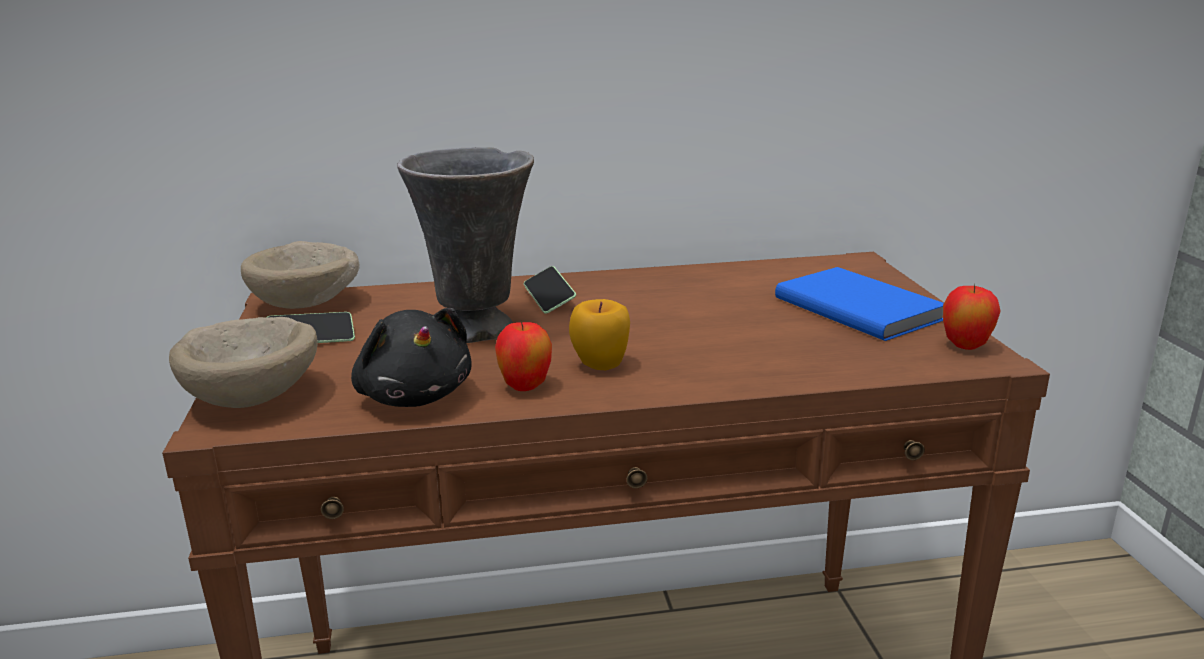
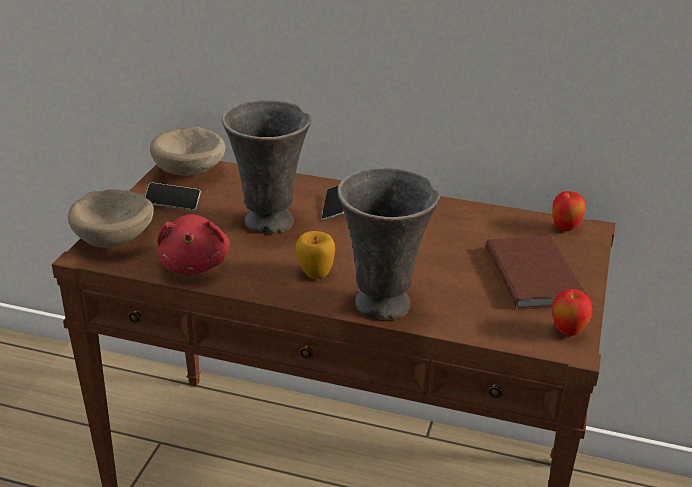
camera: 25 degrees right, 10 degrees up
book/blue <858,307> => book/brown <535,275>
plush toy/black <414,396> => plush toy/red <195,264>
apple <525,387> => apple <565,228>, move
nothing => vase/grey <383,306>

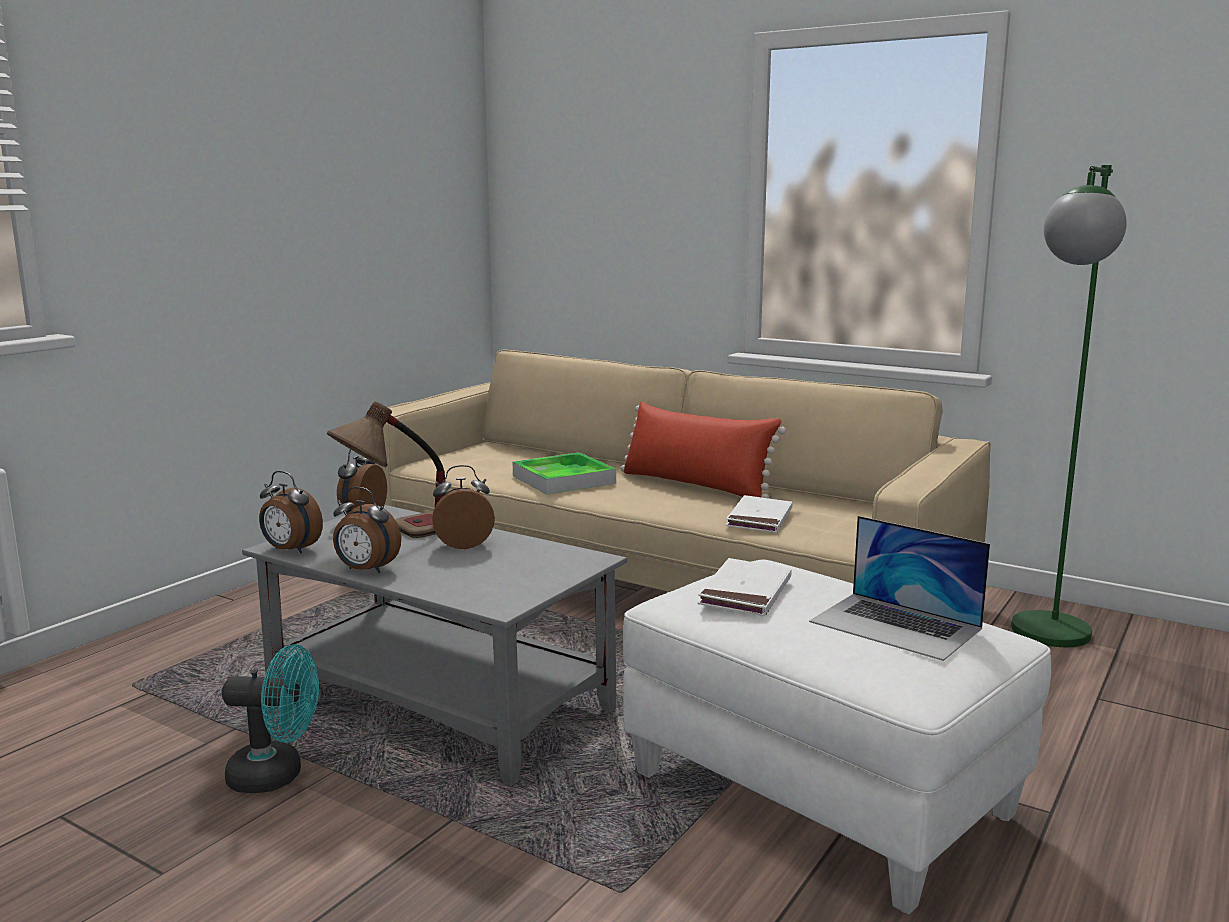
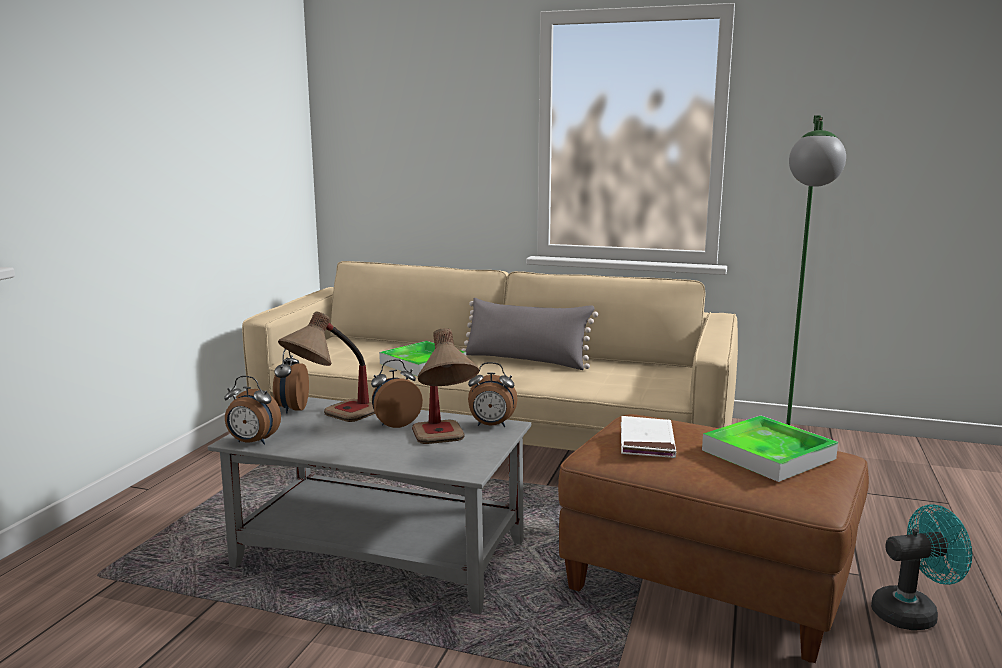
camera: 15 degrees left, 0 degrees up
pillow/red <695,485> => pillow/grey <526,360>
alarm clock <366,570> => alarm clock <491,425>, move
book/white <759,518> => nothing
laptop <895,625> => tray <768,454>
ottoman/white <823,796> => ottoman/brown <708,586>
fan/turquoise <277,775> => fan/turquoise <912,613>, move
nothing => table lamp <444,445>

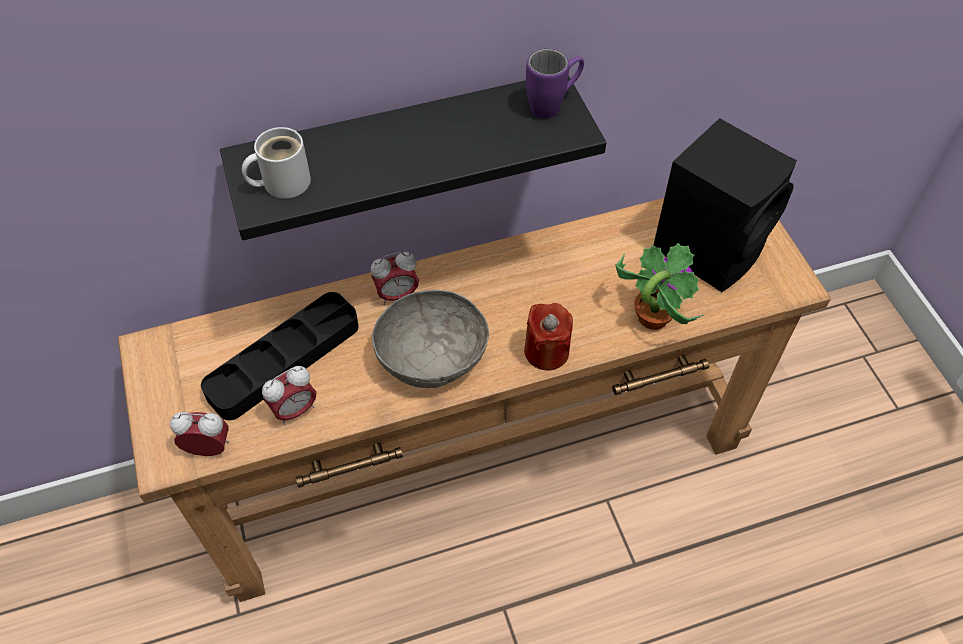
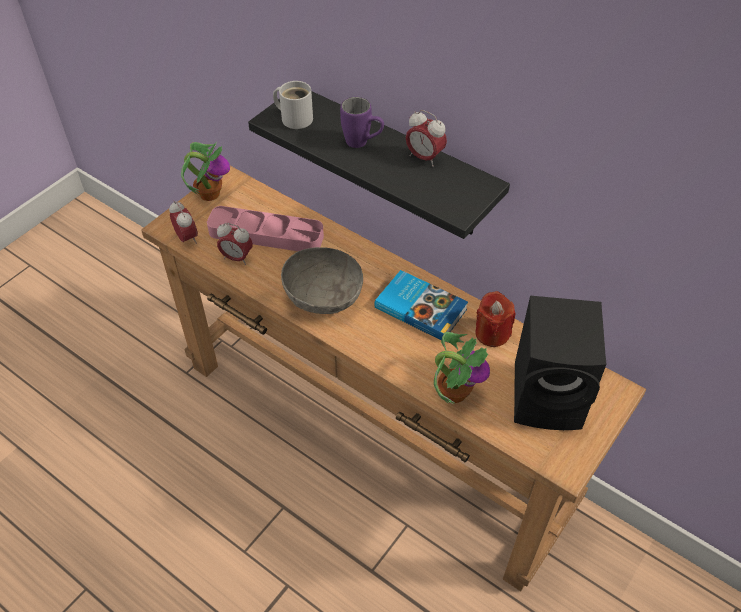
camera: 55 degrees right, 5 degrees down
mug/purple <553,105> => mug/purple <363,143>, move
alarm clock <397,295> => alarm clock <424,158>, move
tray/black <284,360> => tray/pink <266,234>
candle/red <546,351> => candle/red <492,333>, move
nothing => potted plant <209,193>
nothing => book <421,307>

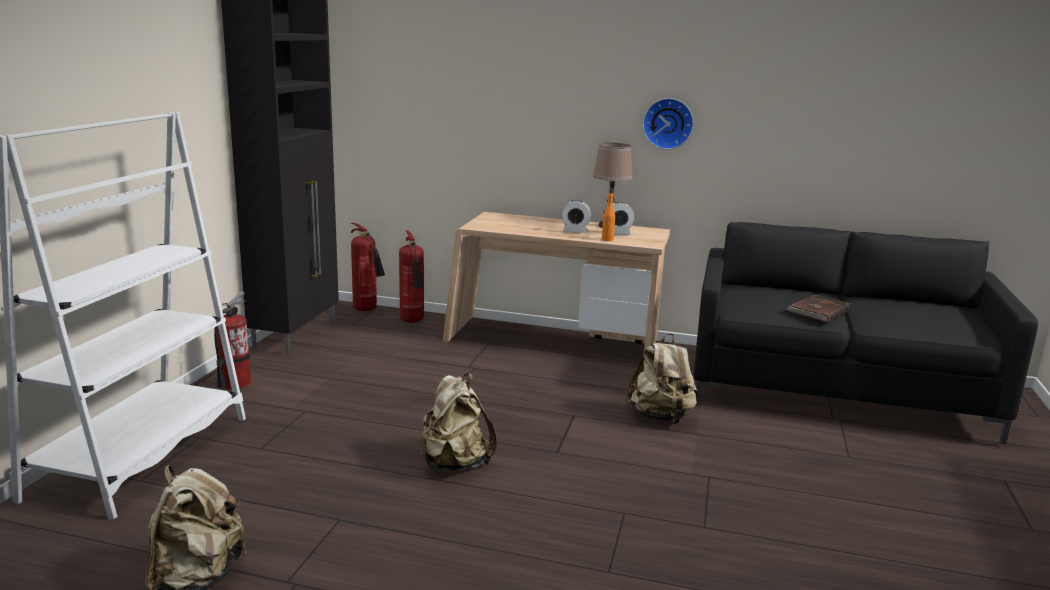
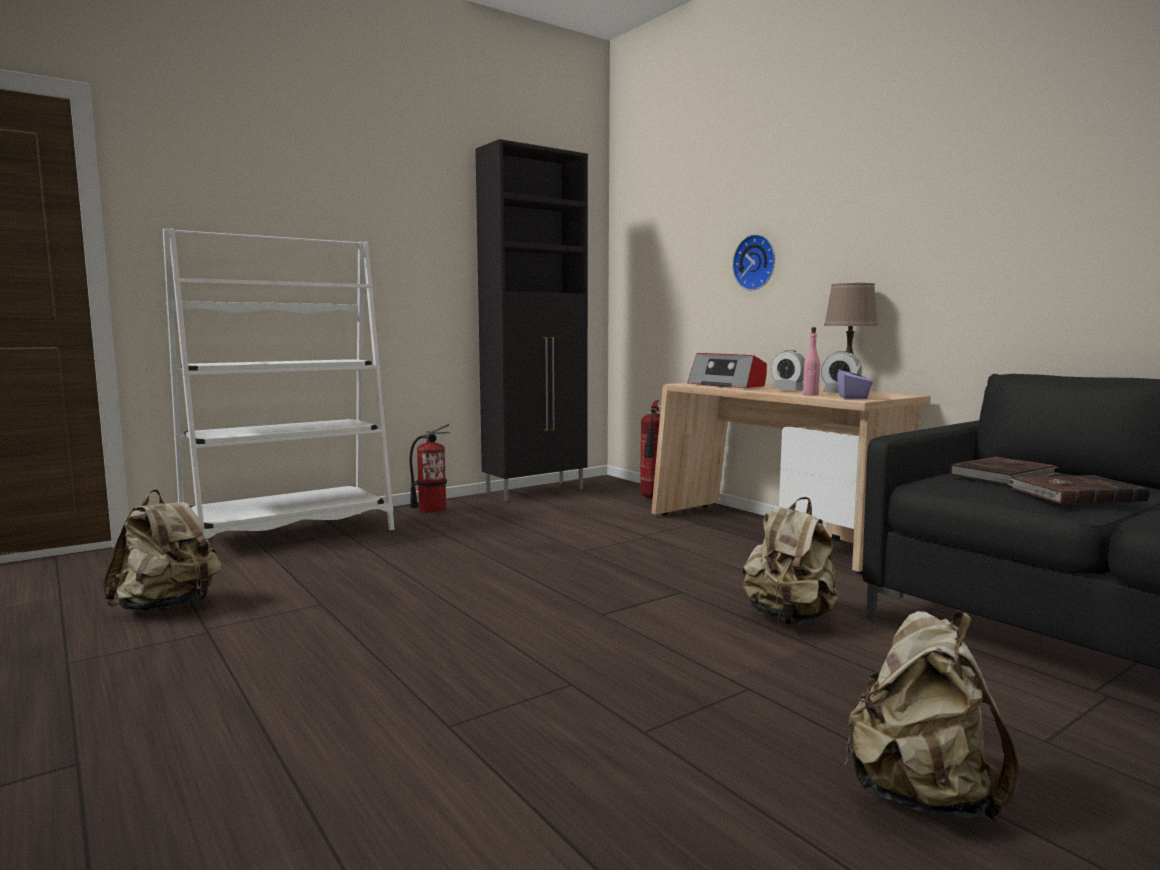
camera: 40 degrees right, 10 degrees down
wall clock <668,123> => wall clock <756,262>, move
bottle/orange <607,240> => bottle/pink <810,394>
fire extinguisher <367,310> => nothing
backpack/beige <454,463> => backpack/beige <920,795>, move
nothing => radio <727,385>
nothing => tissue box/purple <853,397>
nothing => book/brown <1004,475>

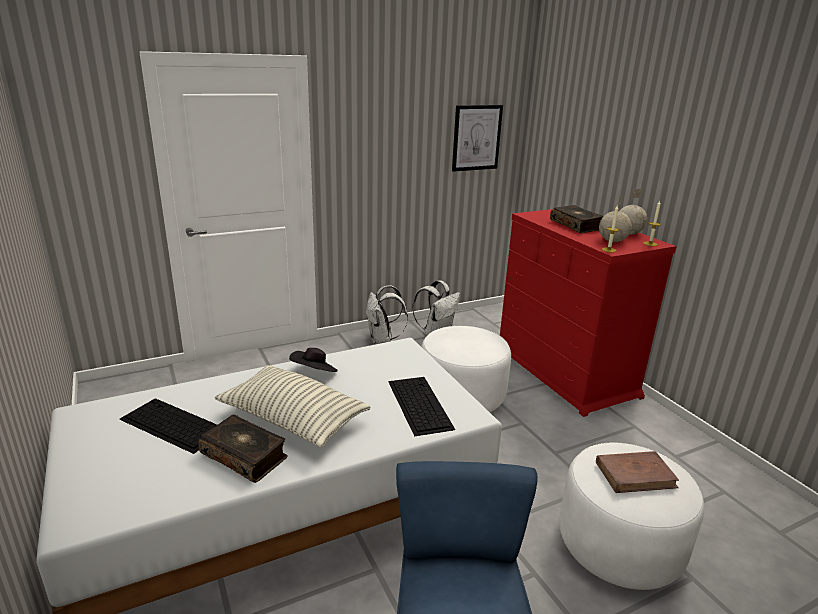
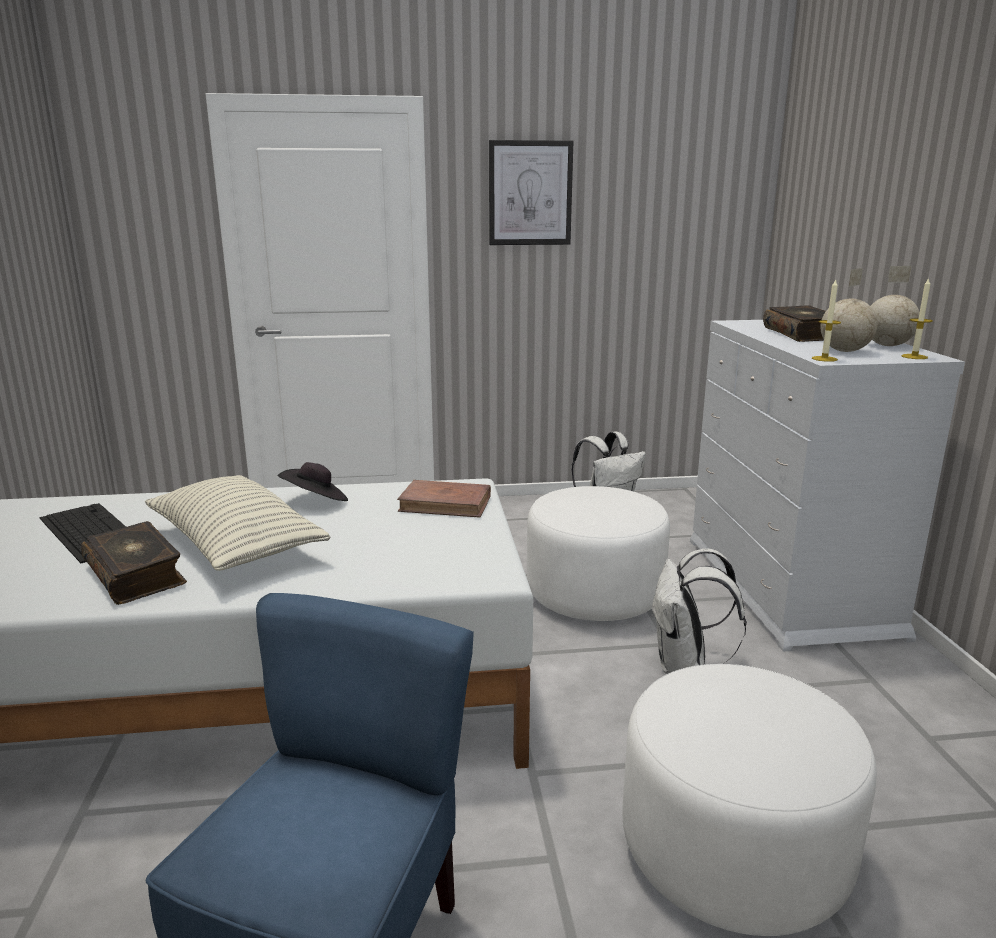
camera: 20 degrees right, 5 degrees down
picture <476,138> => picture <530,193>, move
dresser/red <565,372> => dresser/white <788,585>
backpack/white <382,340> => backpack/white <684,665>, move
keyboard <418,404> => nothing
book/brown <635,475> => book/brown <446,504>, move

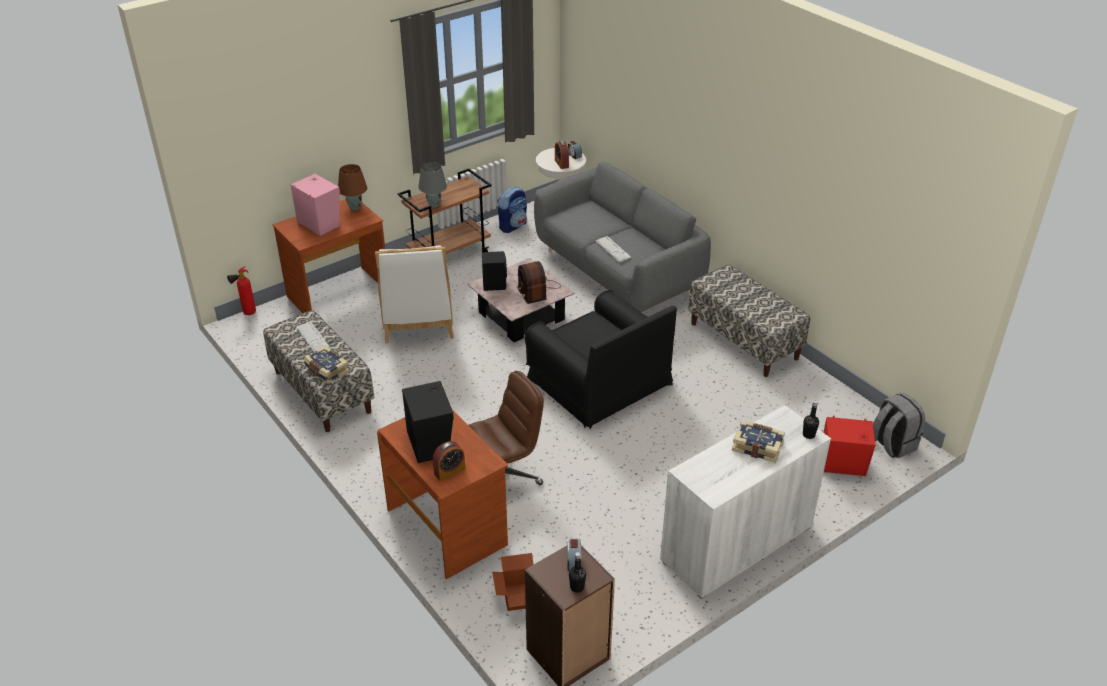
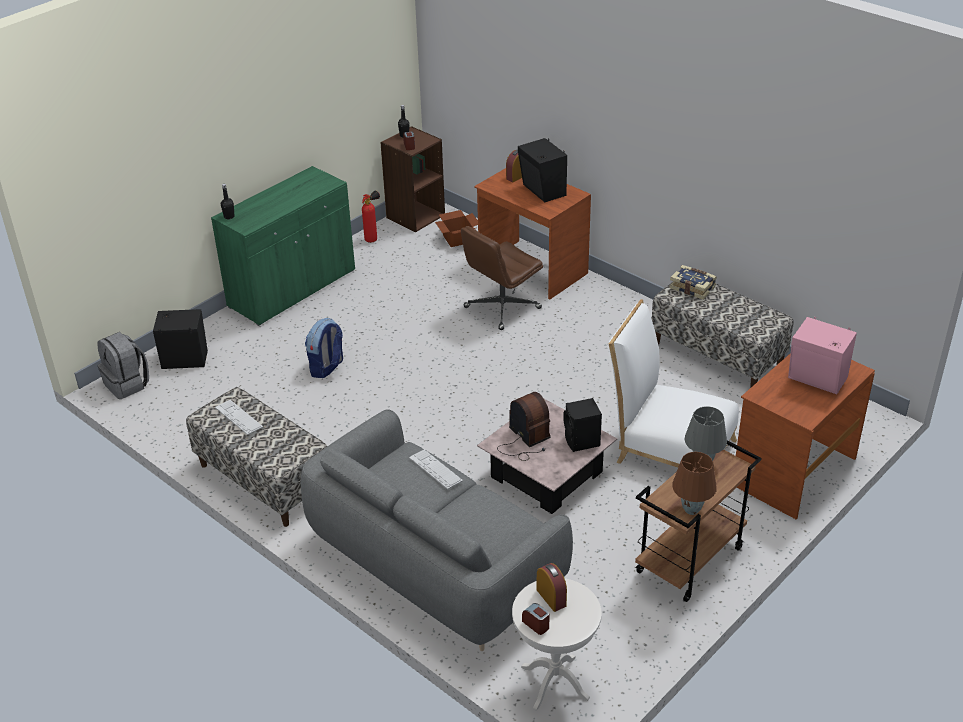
camera: 170 degrees right, 0 degrees up
table lamp/brown <354,207> => table lamp/brown <692,510>, move
backpack <513,226> => backpack <327,368>, move
chair/white <418,321> => chair/white <669,448>, 45 degrees counterclockwise
fire extinguisher <247,314> => fire extinguisher <373,239>, move
armchair/black <599,381> => nothing
keyboard <313,337> => keyboard <238,417>, move
cabinet/white <736,544> => cabinet/green <292,289>
speaker/red <843,466> => speaker/black <184,358>
book <757,446> => nothing

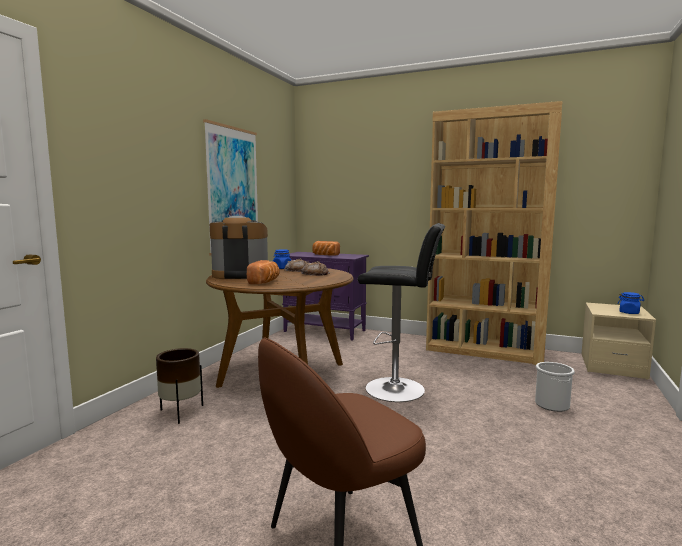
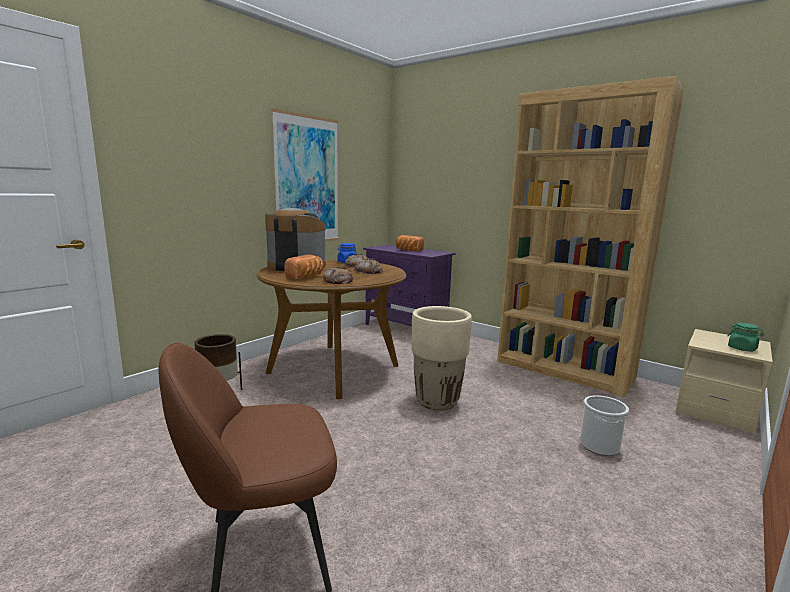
camera: 15 degrees right, 5 degrees up
stool/black <399,389> => planter/beige <437,401>
jar/blue <629,312> => jar/green <742,348>
nothing => bread <338,281>

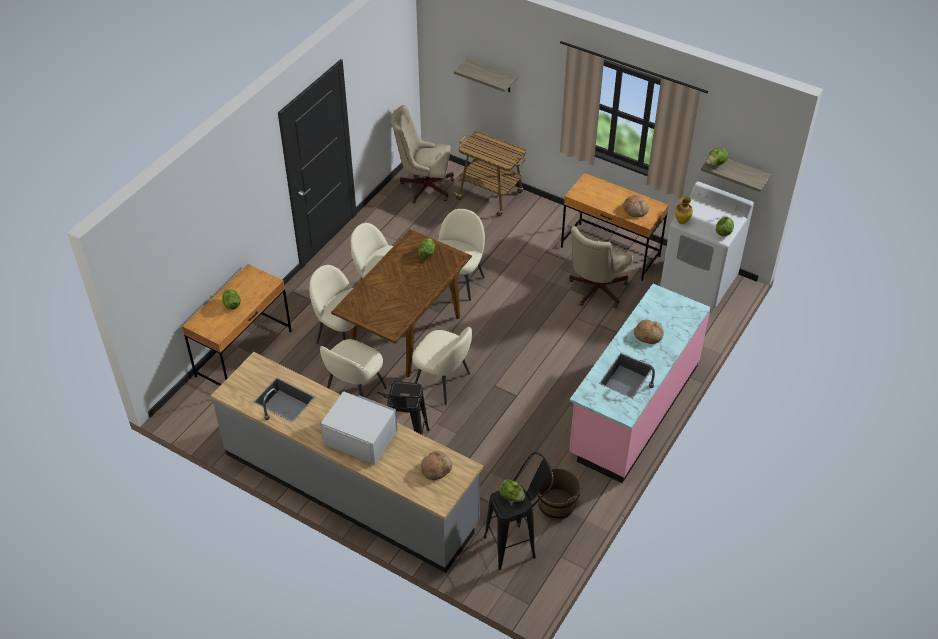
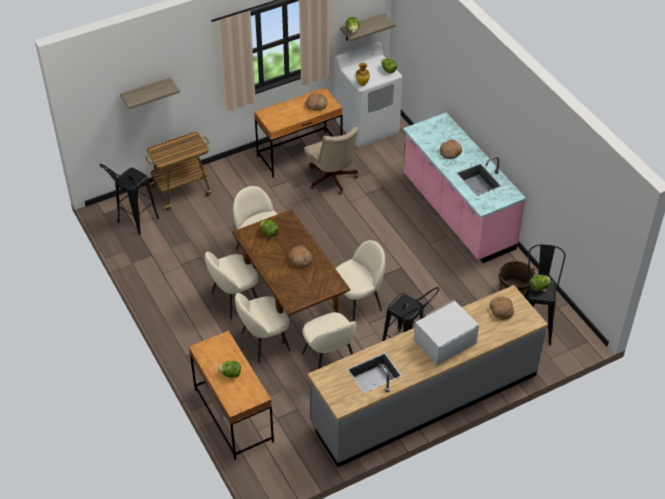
camera: 60 degrees left, 0 degrees up
office chair/beige <424,186> => stool/black <134,224>
nothing => bread <300,259>

